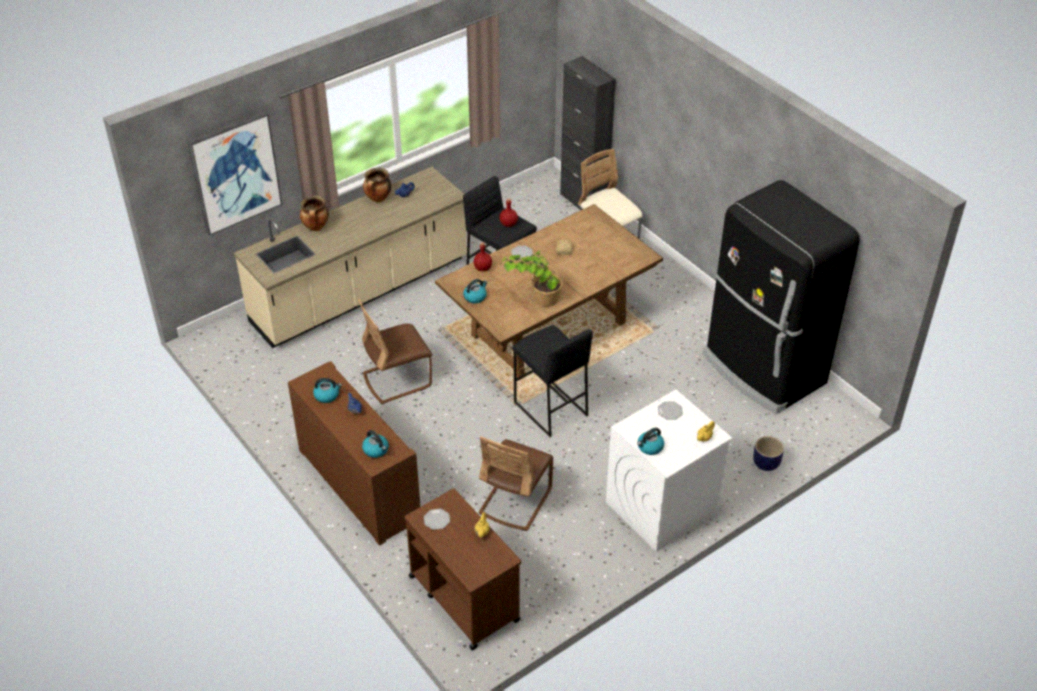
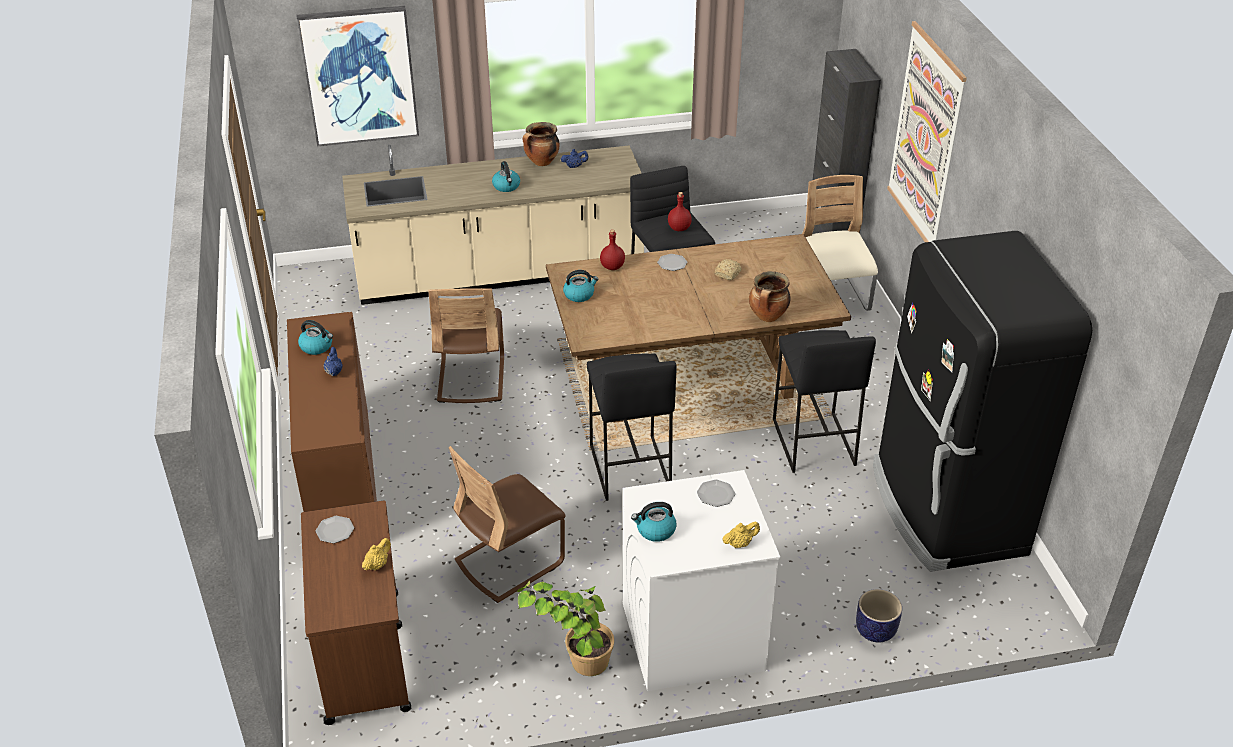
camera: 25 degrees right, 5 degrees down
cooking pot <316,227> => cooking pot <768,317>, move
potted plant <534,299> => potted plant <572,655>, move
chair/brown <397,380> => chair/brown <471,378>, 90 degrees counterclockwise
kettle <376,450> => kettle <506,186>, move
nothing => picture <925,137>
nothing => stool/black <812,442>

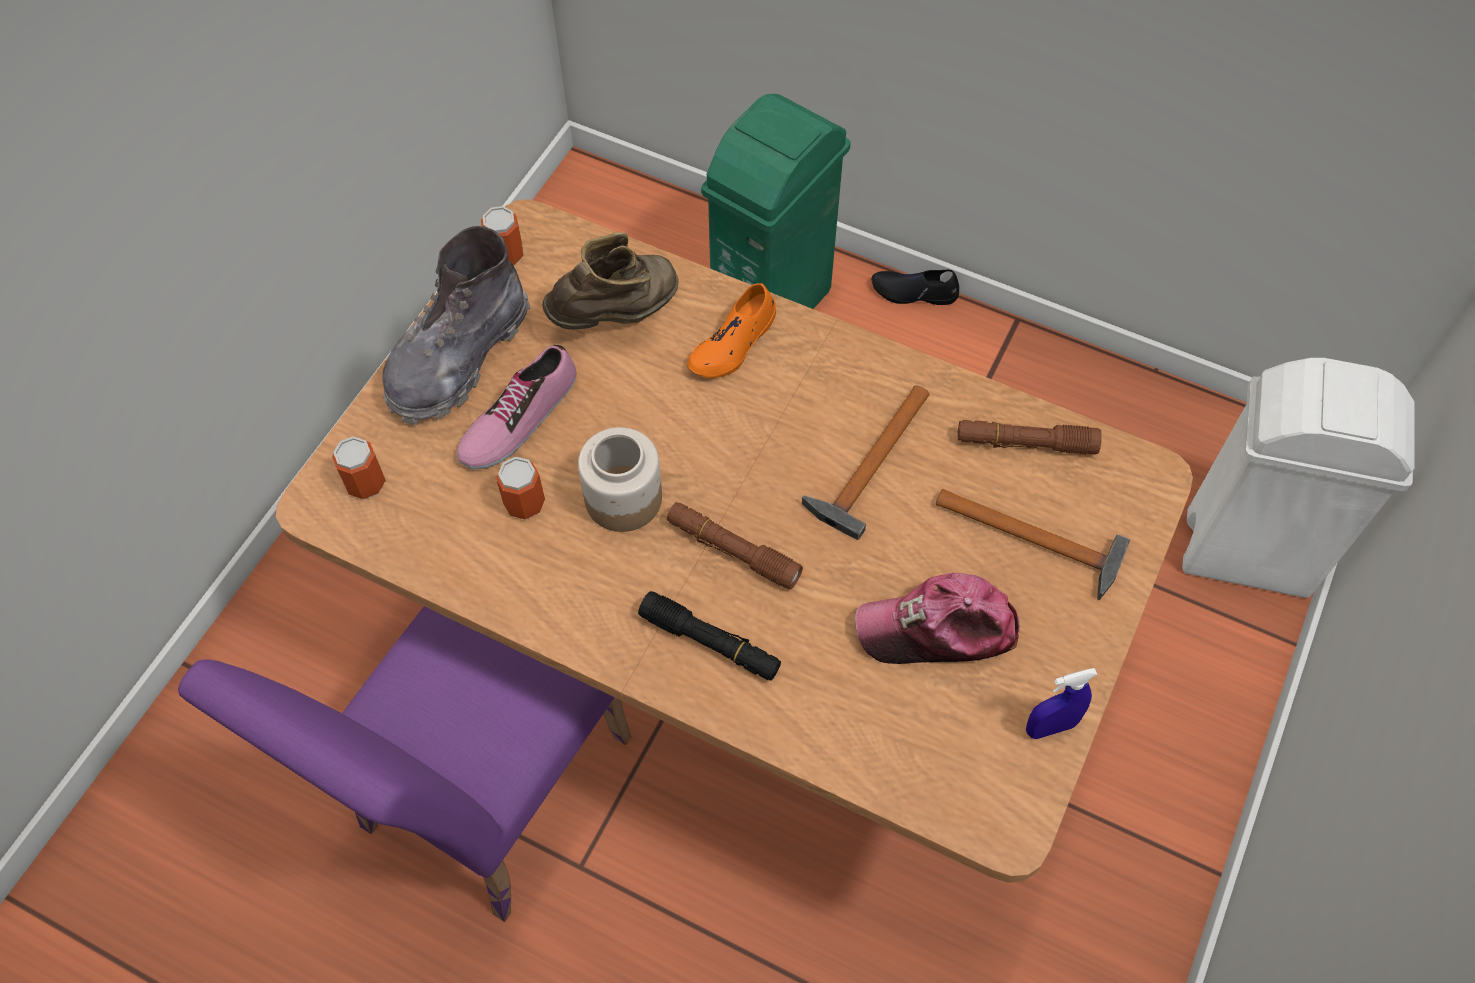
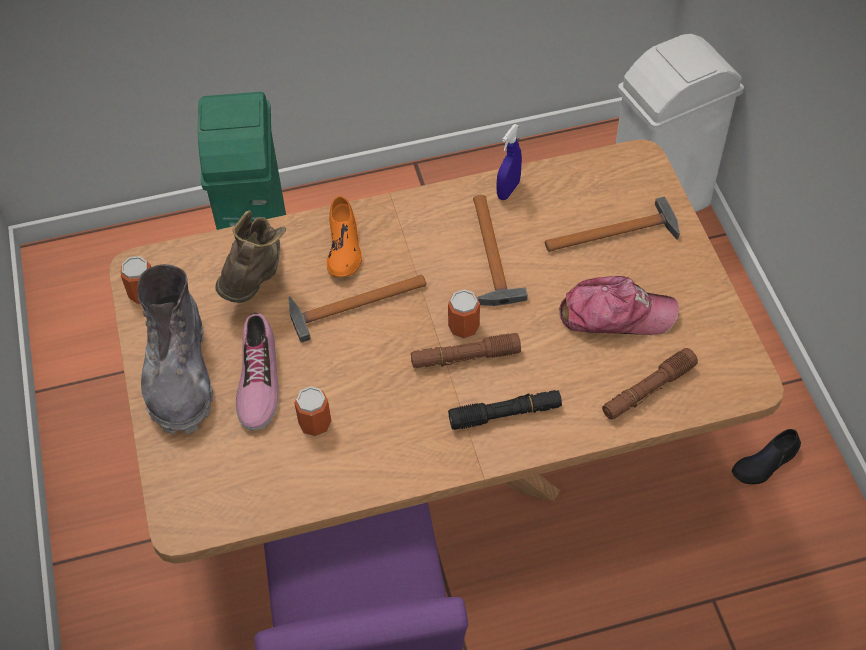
camera: 40 degrees left, 5 degrees down
shoe/black <914,292> => shoe/black <765,463>, move
flashlight/brown <1025,443> => flashlight/brown <648,390>, move
jar <622,499> => nothing
can <366,483> => can <463,327>, move
cap <938,629> => cap <616,314>, 135 degrees counterclockwise
spray bottle/blue <1050,727> => spray bottle/blue <508,190>, move
nothing => hammer <351,305>

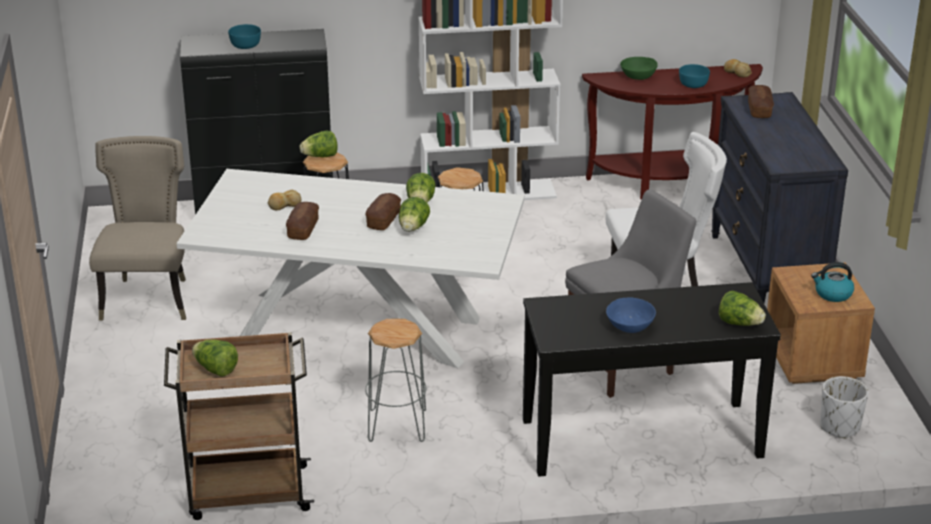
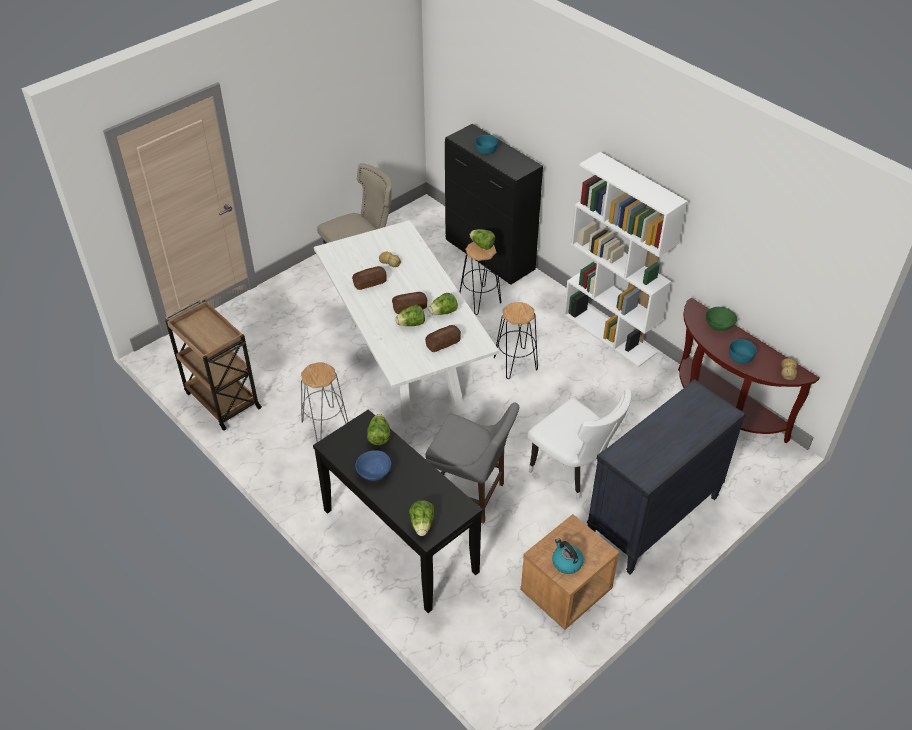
camera: 55 degrees right, 15 degrees up
bread <759,109> => bread <443,343>, move
lettuce <215,369> => lettuce <379,436>, move
planter/white <840,427> => nothing

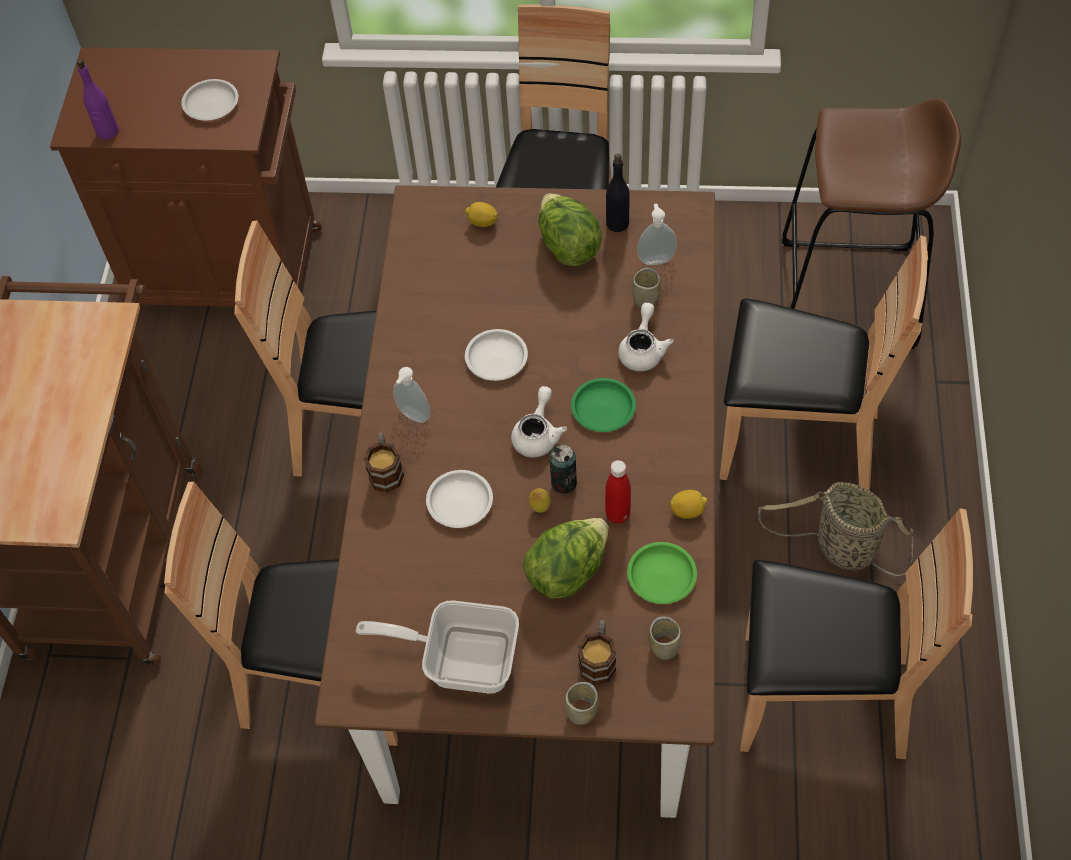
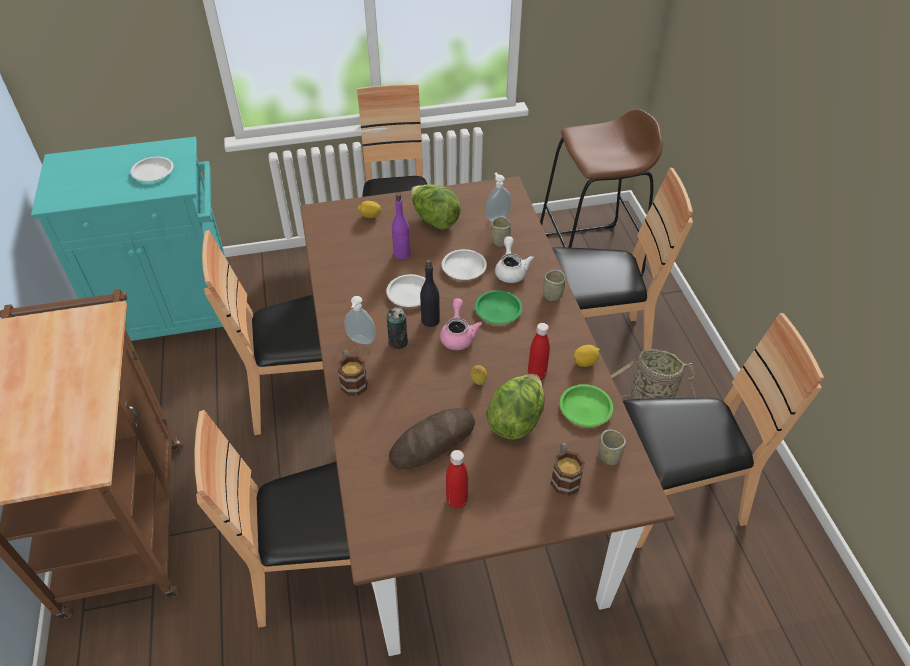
camera: 20 degrees left, 10 degrees down
cabinet/brown <230,270> => cabinet/turquoise <174,313>
bottle/purple <107,132> => bottle/purple <402,254>, move
bottle/black <617,223> => bottle/black <430,320>, move
teapot/white <538,434> => teapot/pink <458,335>
can <563,483> => can <398,342>, move
plate/white <459,502> => plate/white <464,267>, move
frying pan <460,657> => bottle/red <456,500>
cup <582,711> => cup <552,295>, move
nothing => bread <432,442>

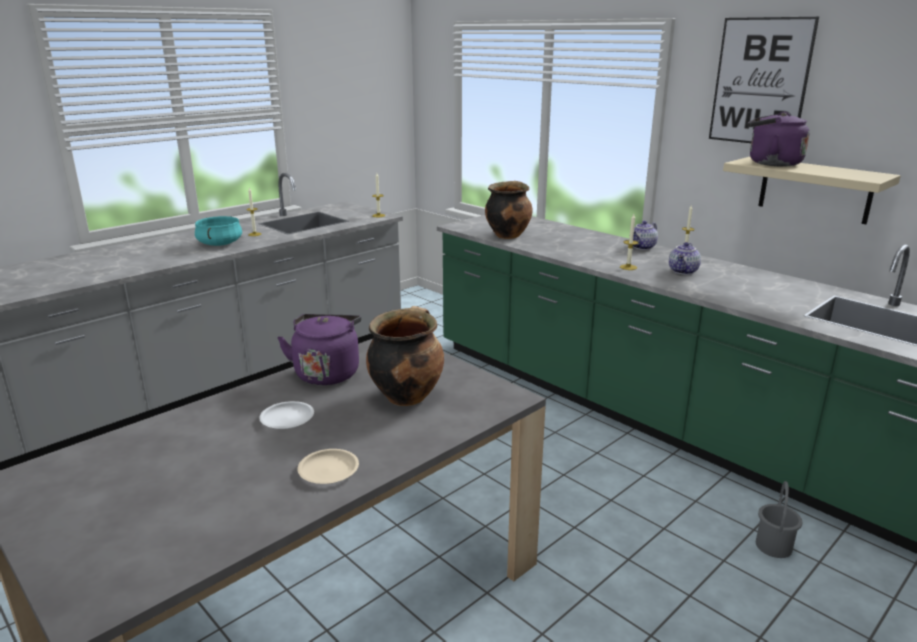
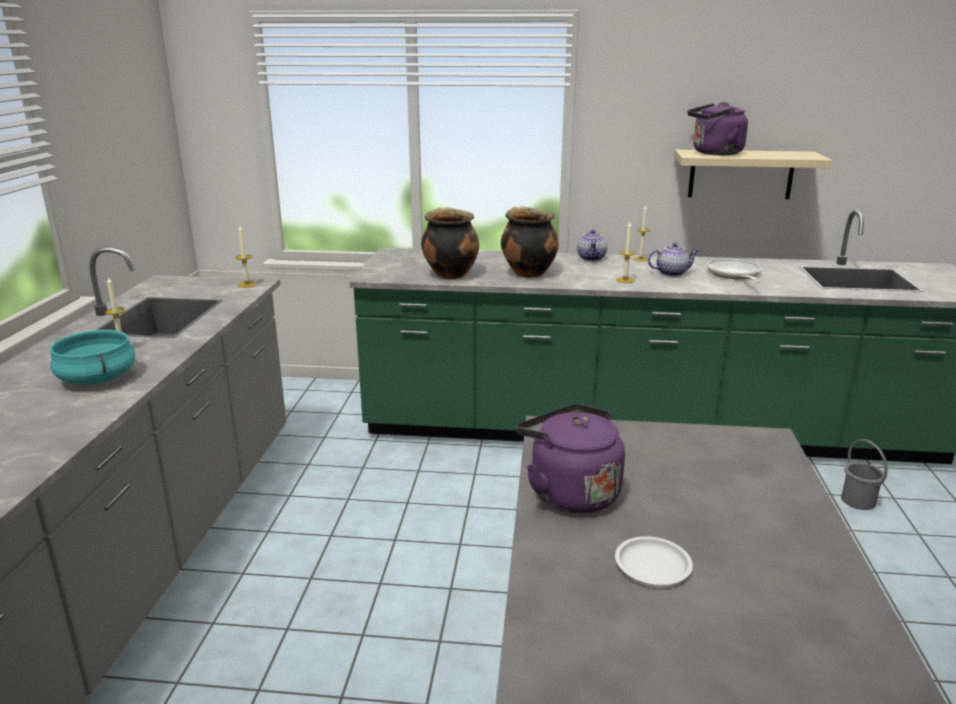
camera: 40 degrees left, 0 degrees up
picture <760,82> => nothing
teapot <683,271> => teapot <671,273>, 90 degrees counterclockwise
cooking pot <406,395> => cooking pot <527,273>, move
plate/beige <328,470> => nothing
nothing => frying pan <734,275>

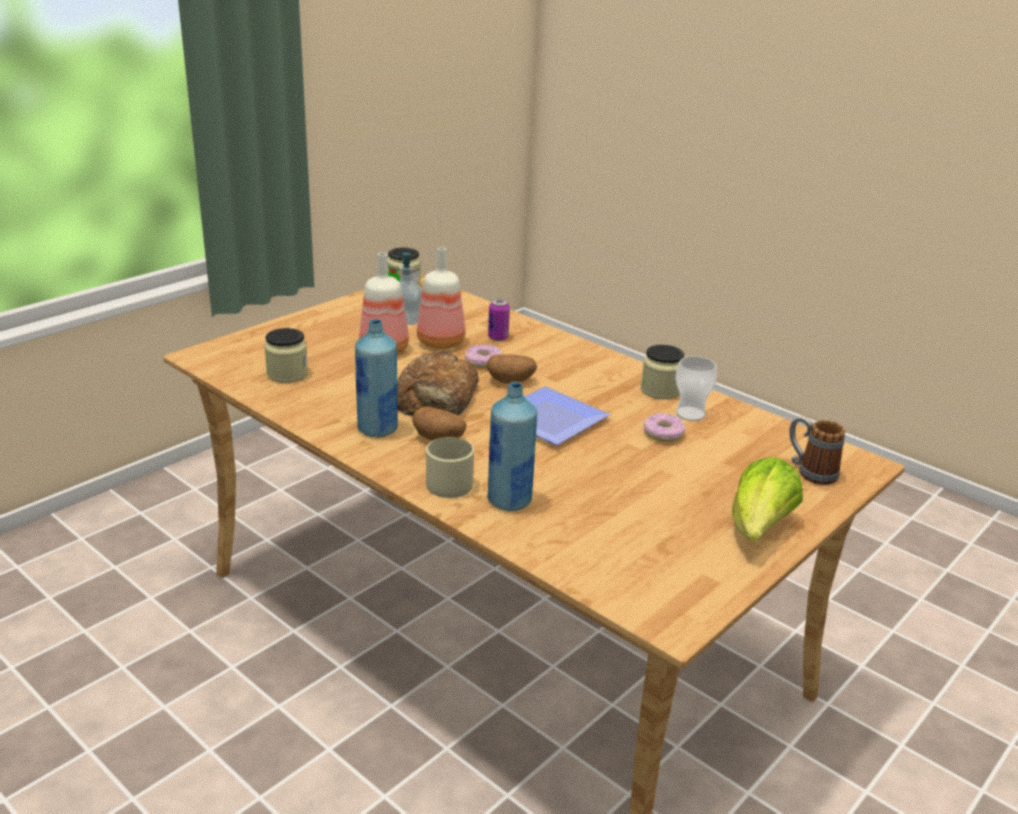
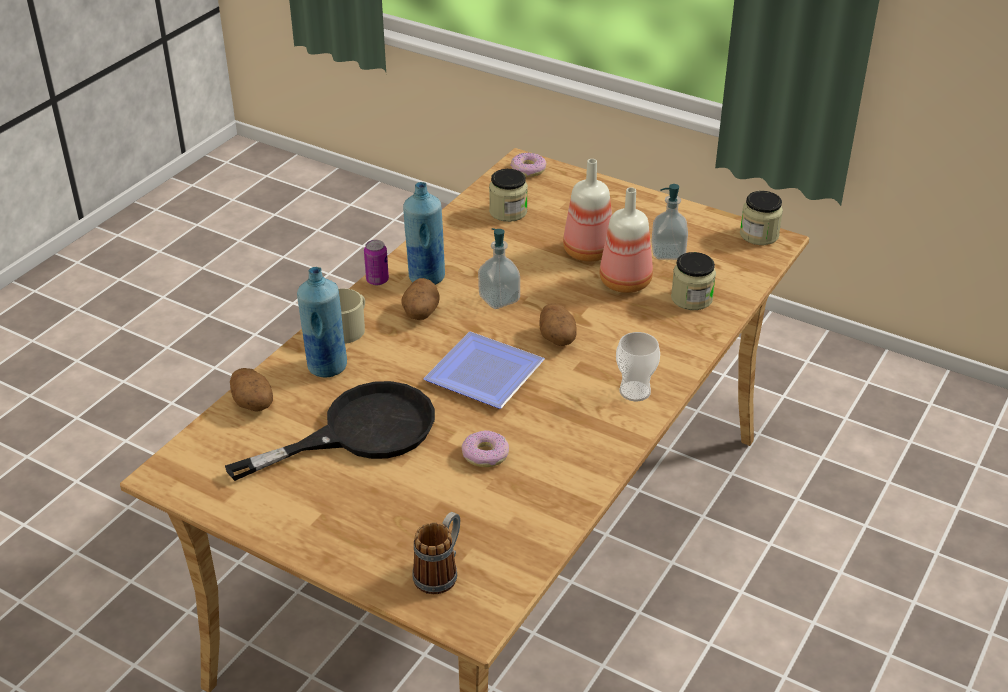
camera: 80 degrees right, 10 degrees up
can <498,337> => can <377,280>, move
donut <483,362> => donut <528,170>, move
jar <660,390> => jar <691,298>, move
bread <436,398> => soap dispenser <499,299>
cup <690,414> => cup <635,391>, move
lettuce <759,529> => nothing
nothing => potato <254,404>
nothing => frying pan/black <360,432>

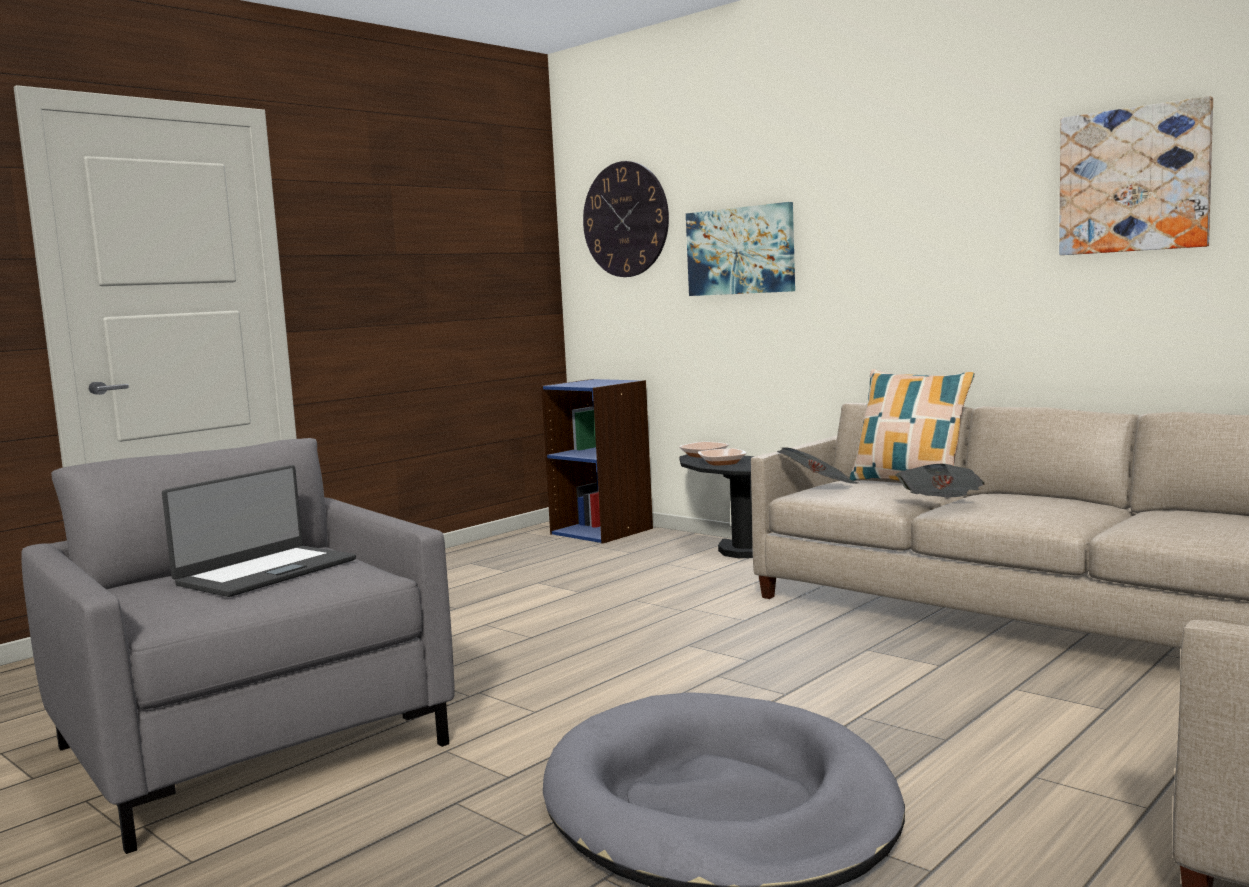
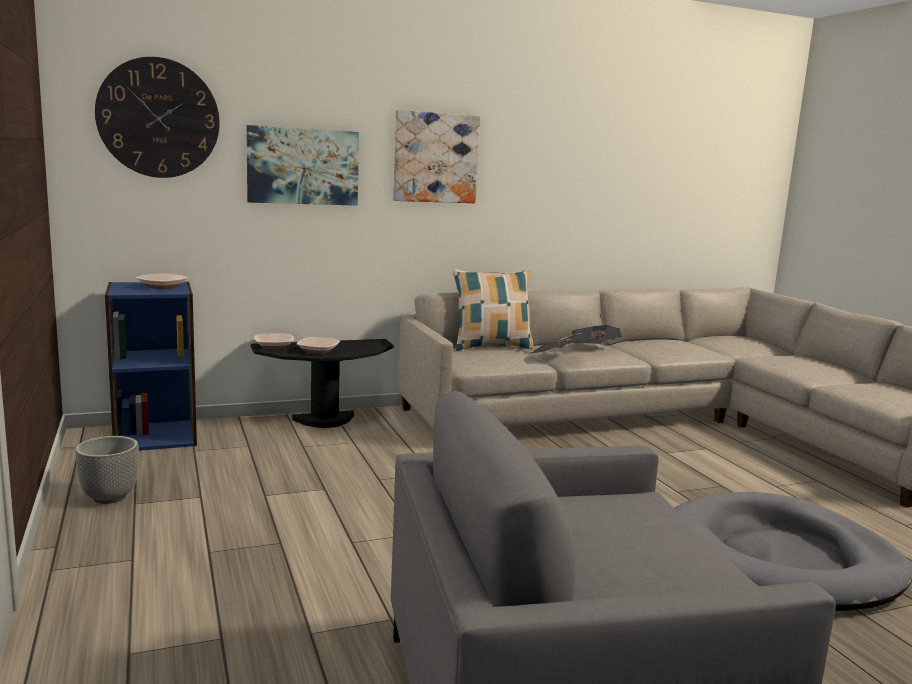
camera: 65 degrees left, 5 degrees up
picture <1134,180> => picture <435,158>, move
newspaper <819,487> => newspaper <594,349>, move
laptop <265,572> => nothing
nothing => bowl <162,287>
nothing => planter <110,497>

